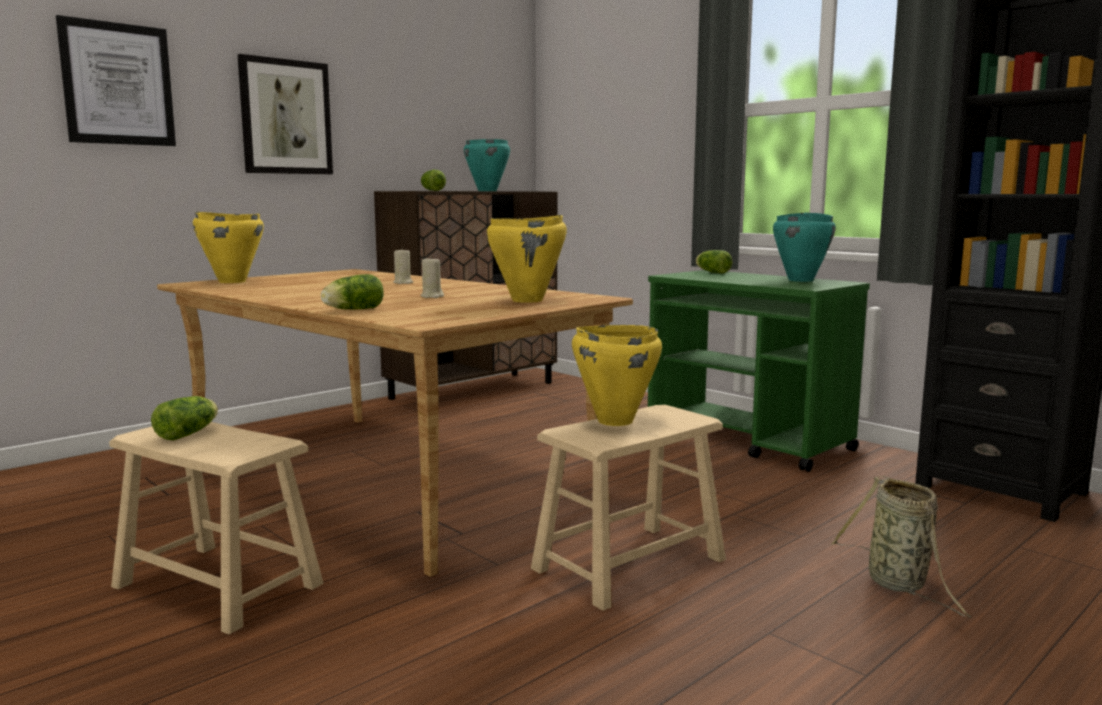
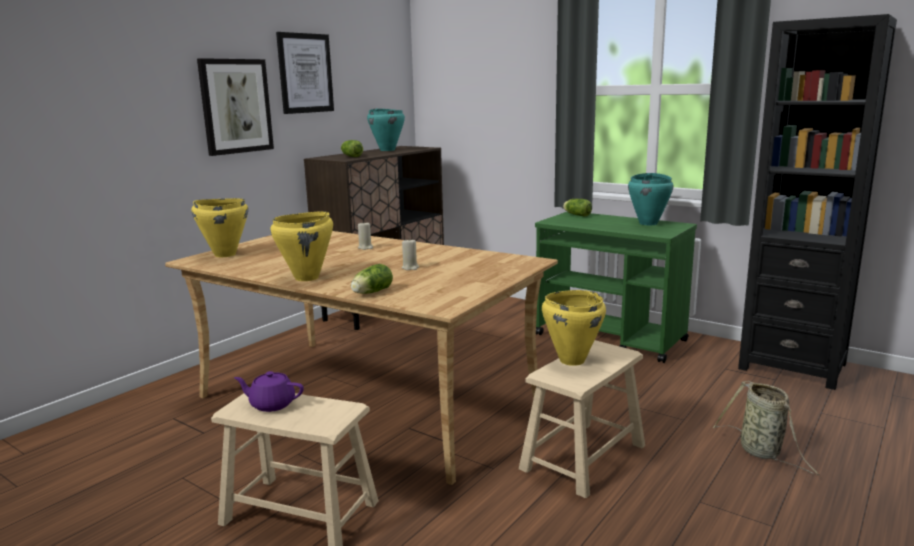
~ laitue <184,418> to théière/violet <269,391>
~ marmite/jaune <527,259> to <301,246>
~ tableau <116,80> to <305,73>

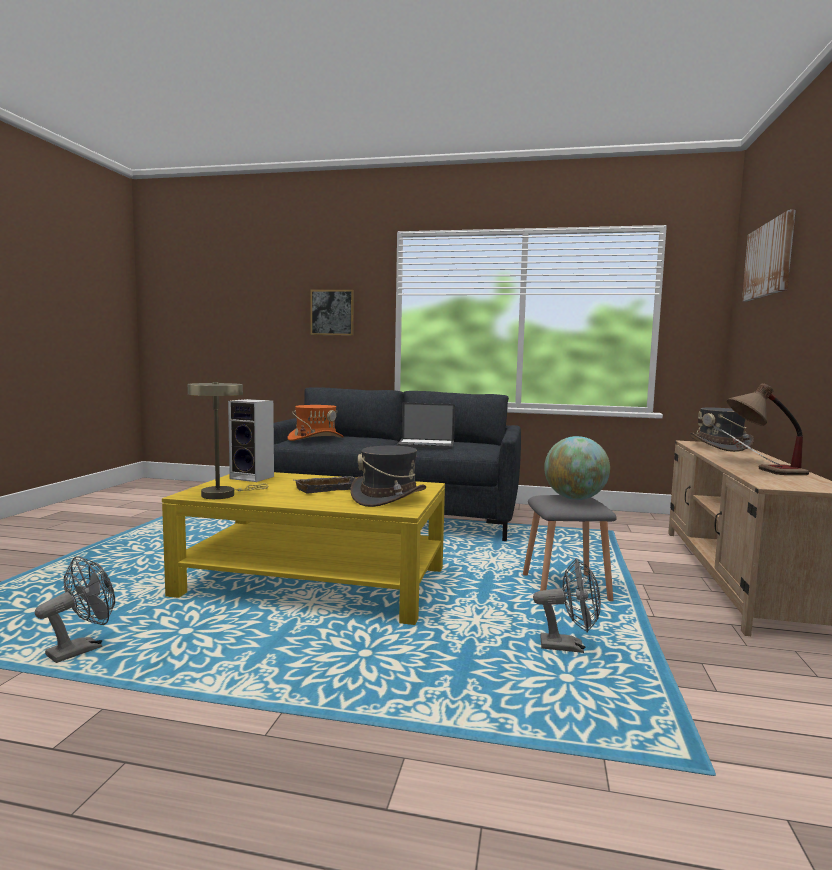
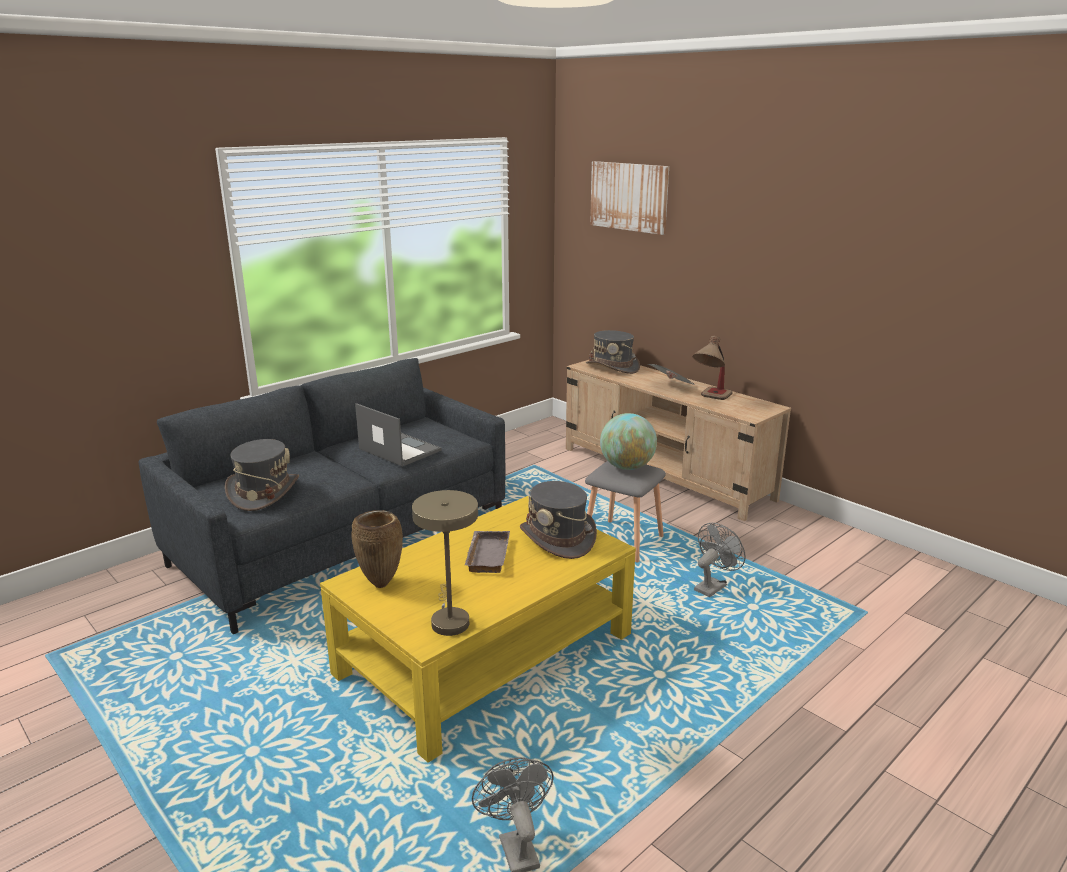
~ chapeau/orange <315,423> to chapeau/gris <262,475>
~ enceinte <251,440> to vase/marron <377,549>
~ ordinateur portable <425,425> = <398,435> 90 degrees counterclockwise
- tableau <332,313>

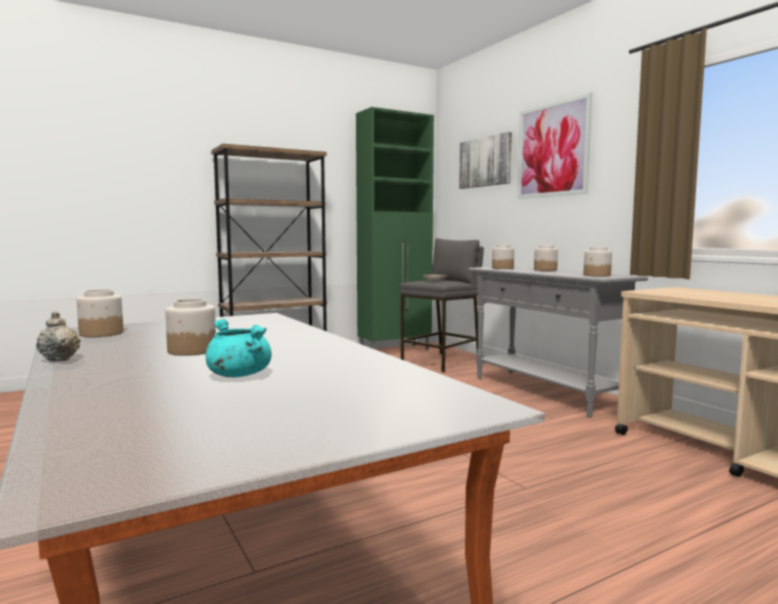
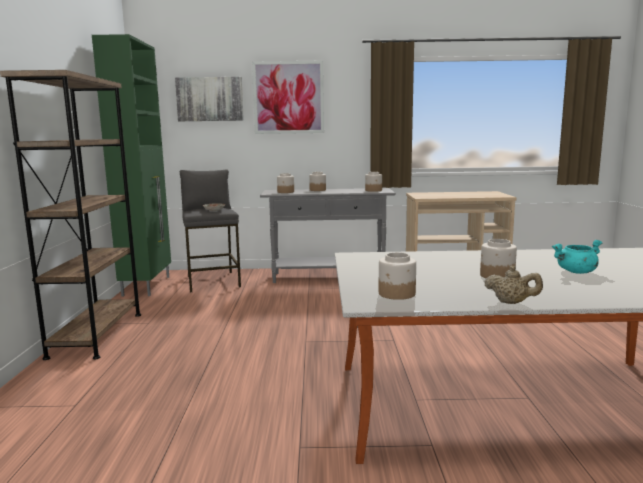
~ théière/beige <58,336> = <514,285> 150 degrees counterclockwise

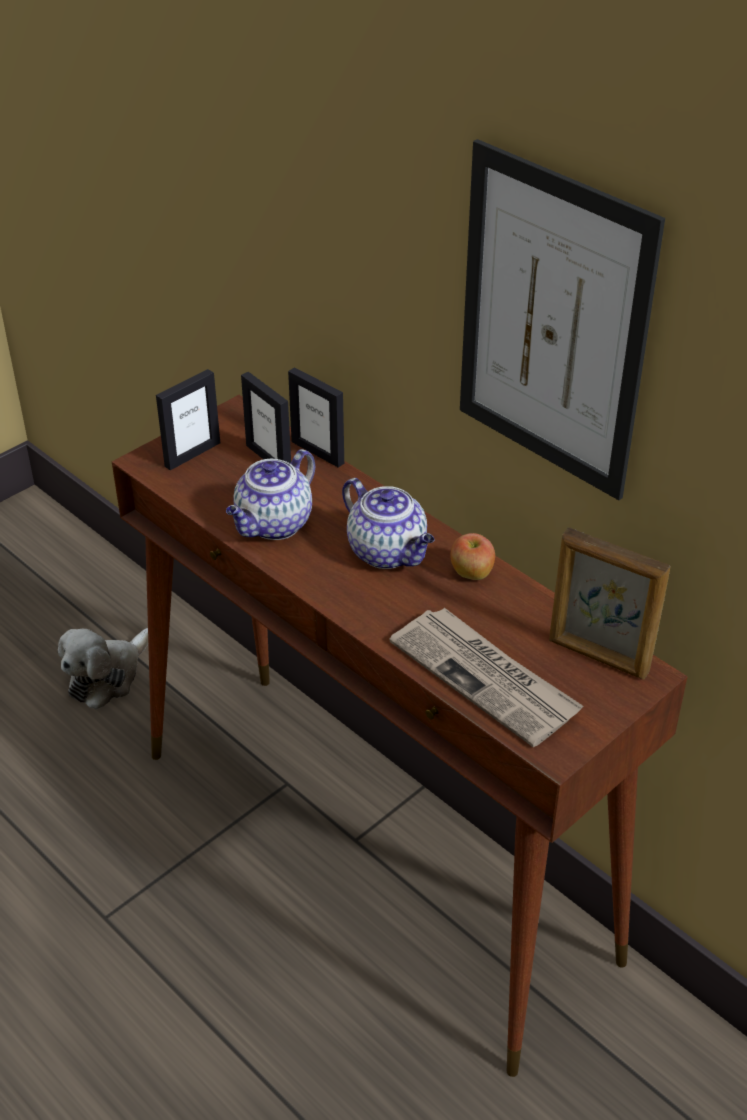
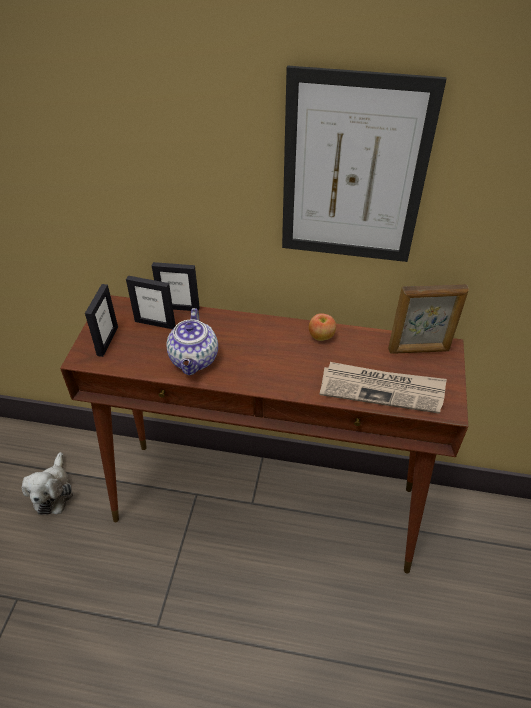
- théière <388,523>

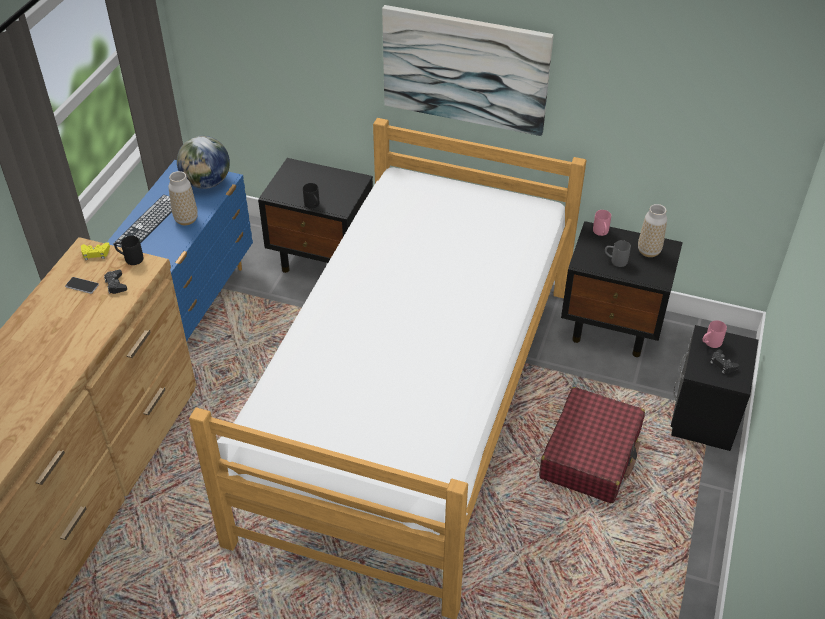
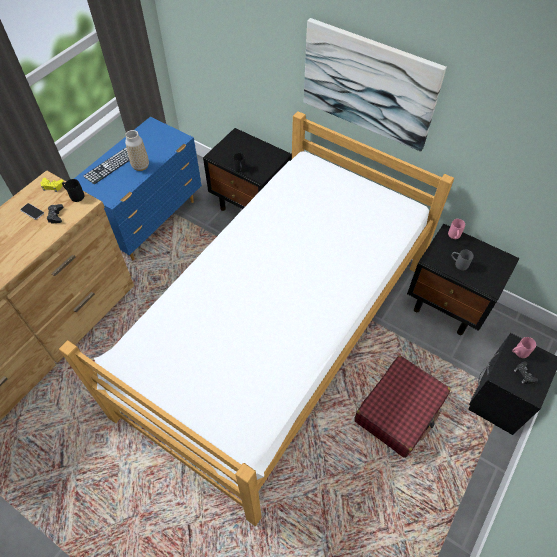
- globe <203,162>
- vase <652,230>

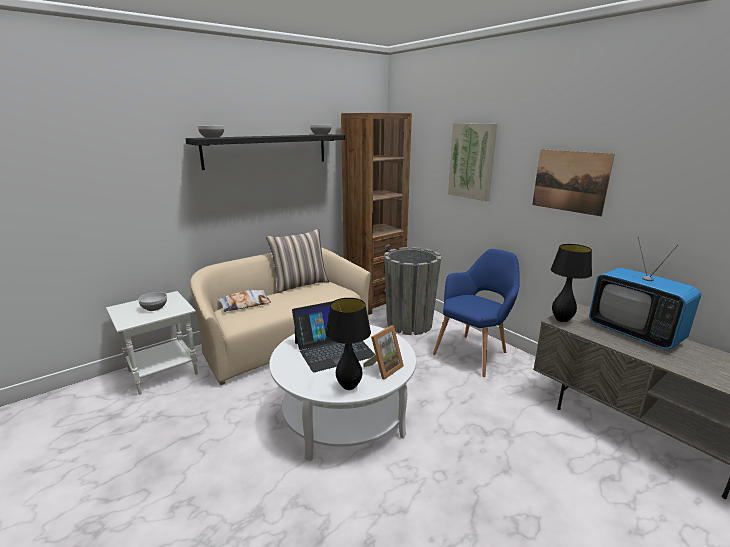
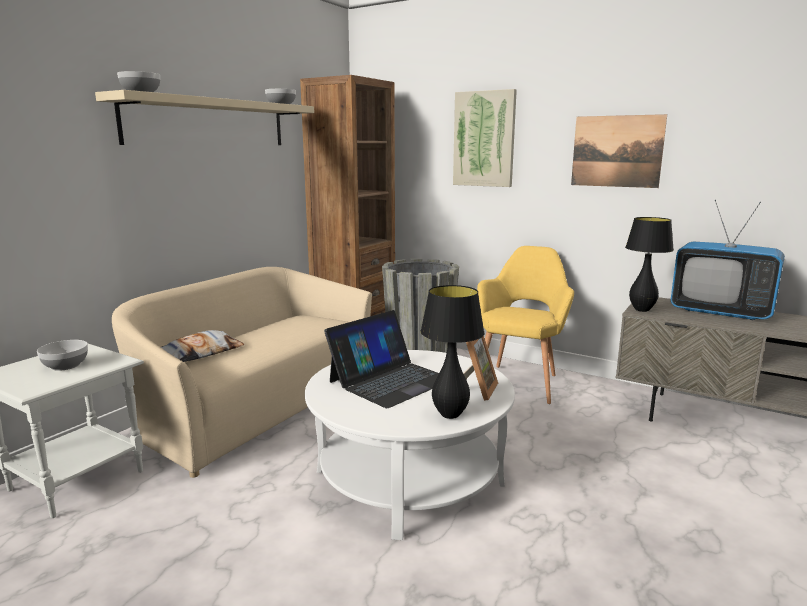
~ étagère/noir <265,152> to étagère/beige <204,117>
~ fauteuil/bleu <476,313> to fauteuil/jaune <525,325>
- coussin <297,261>

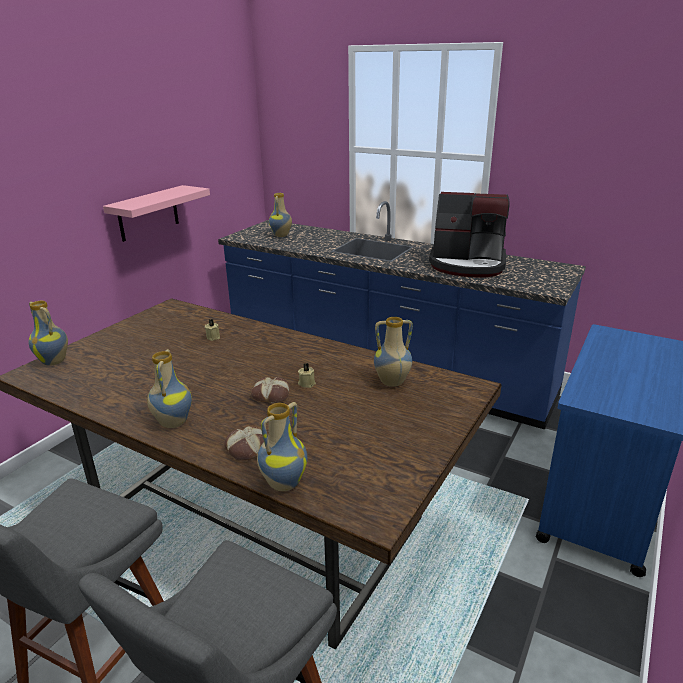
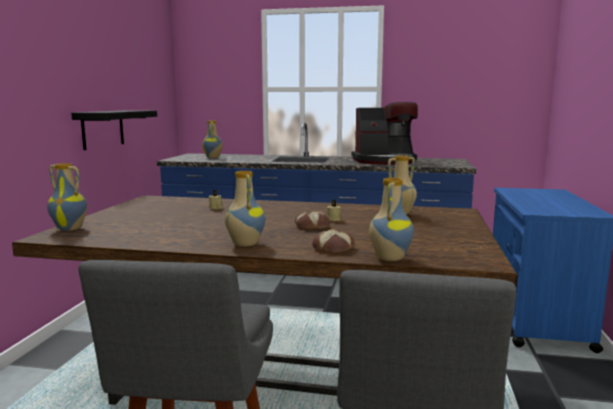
~ étagère/rose <156,213> to étagère/noir <114,130>

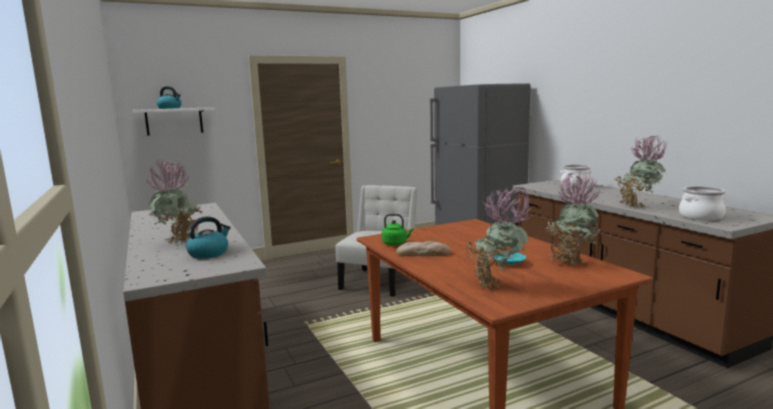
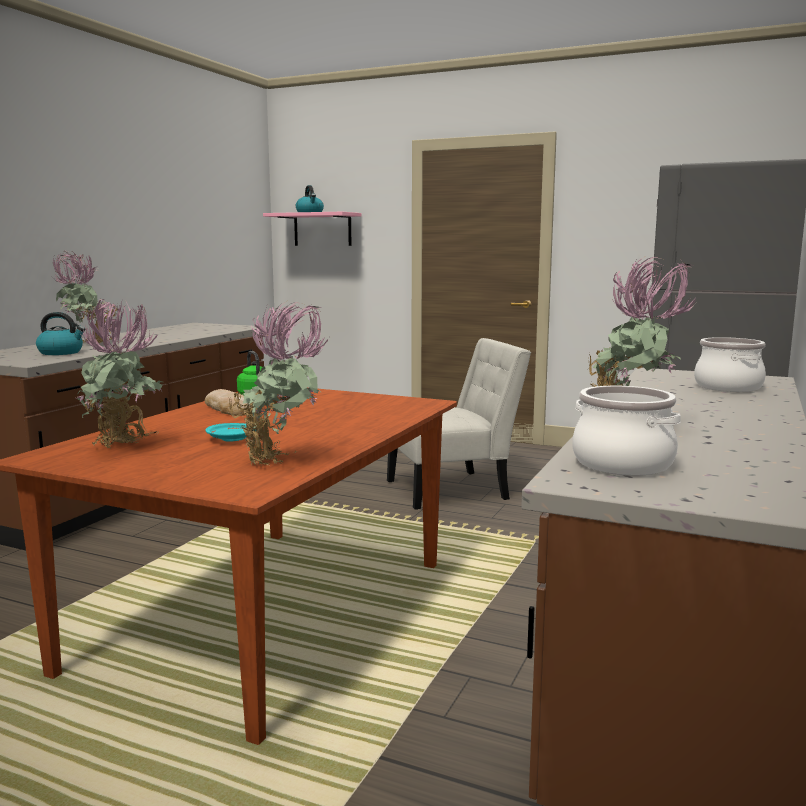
~ étagère/blanc <174,121> to étagère/rose <312,229>

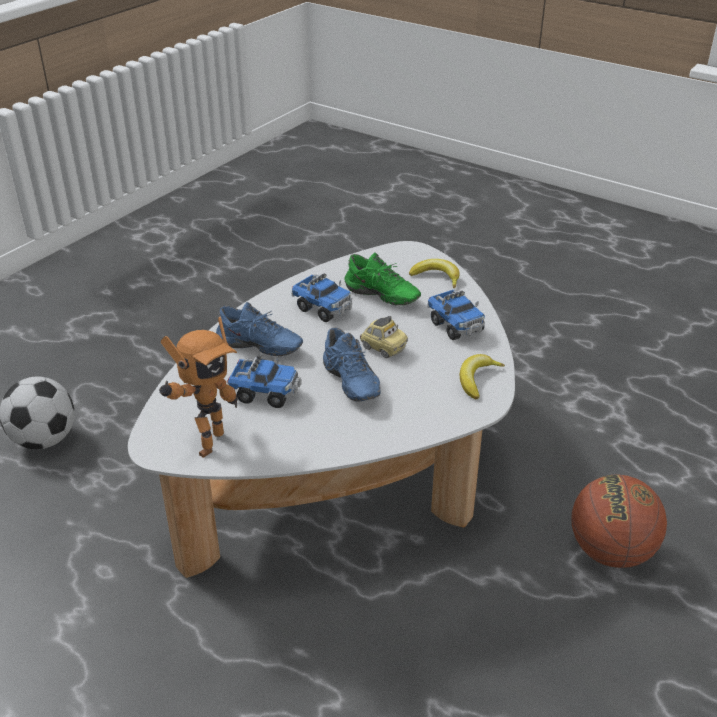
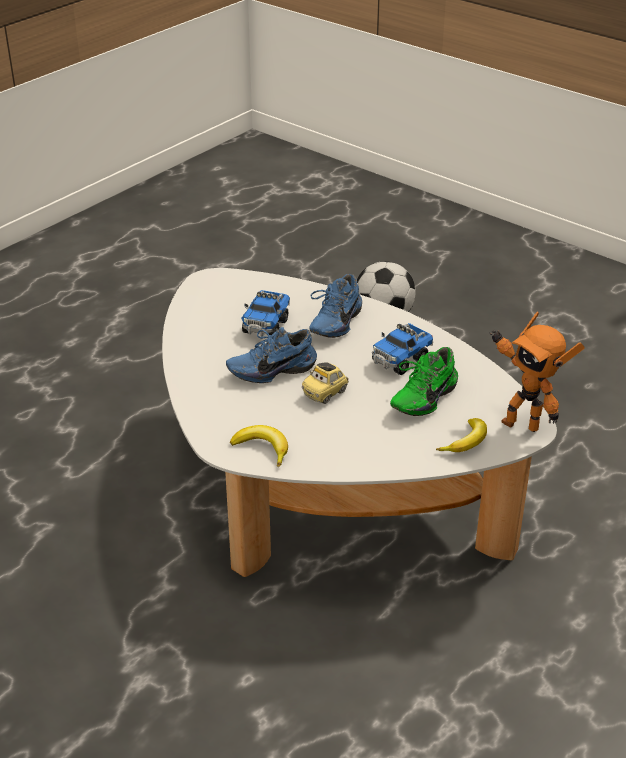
~ robot jouet <198,387> to <537,372>
- camion jouet <456,315>
- ballon de basket <619,521>

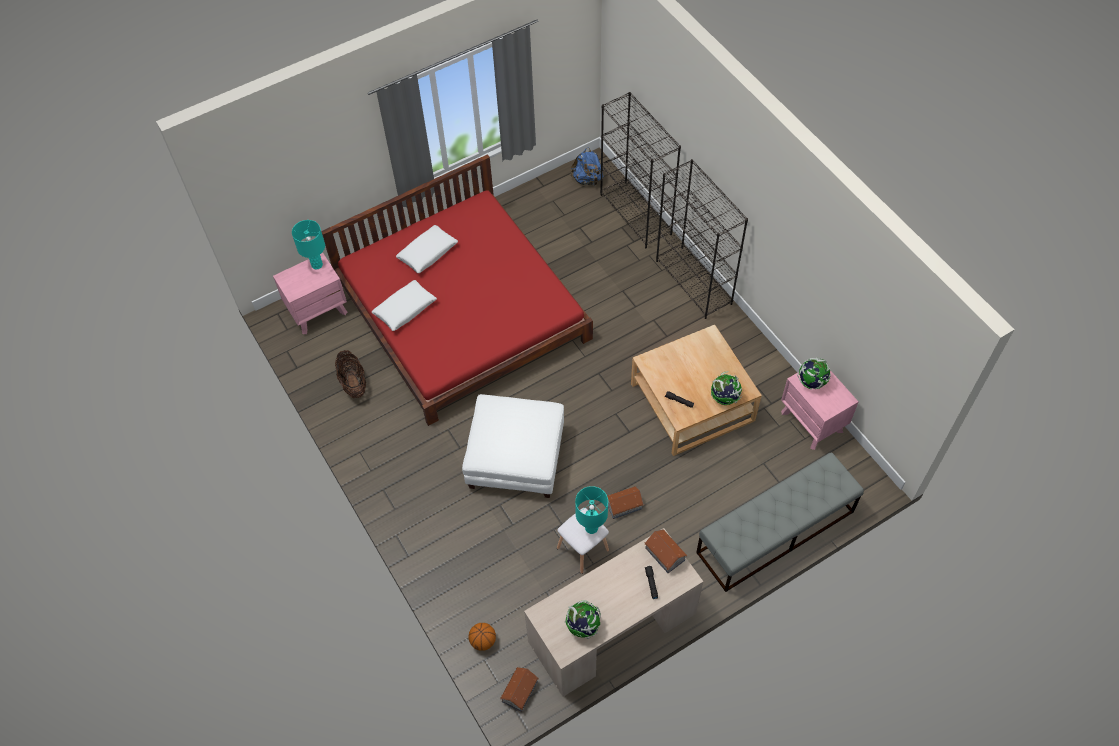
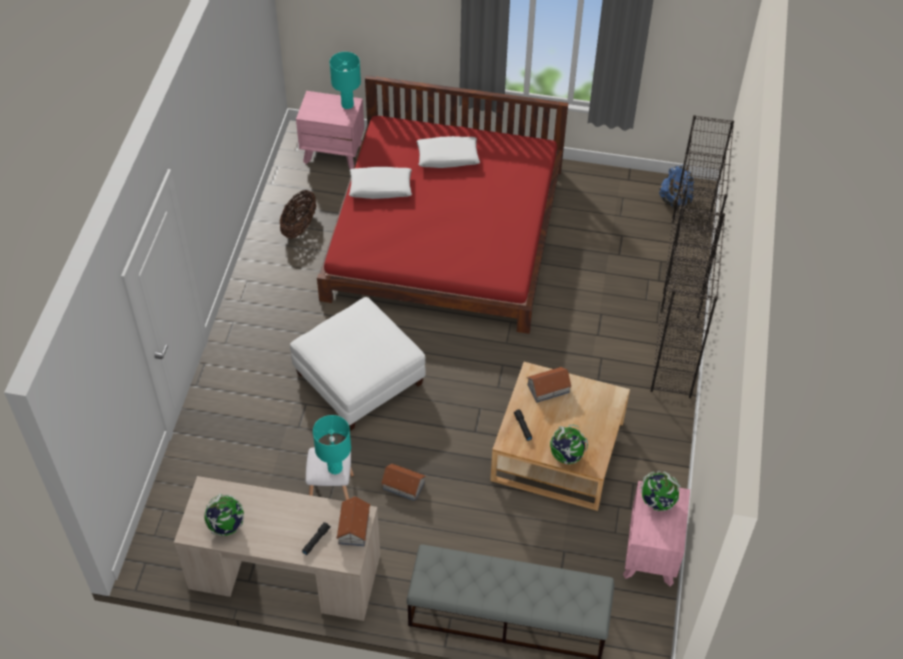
~ maison miniature <519,689> to <549,385>
- ballon de basket <482,637>

